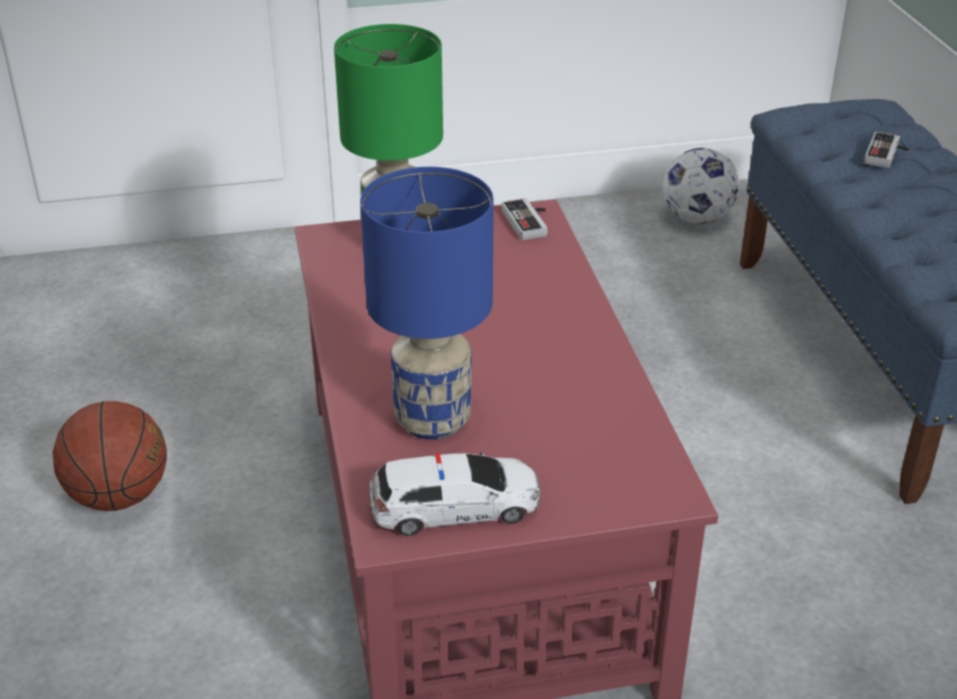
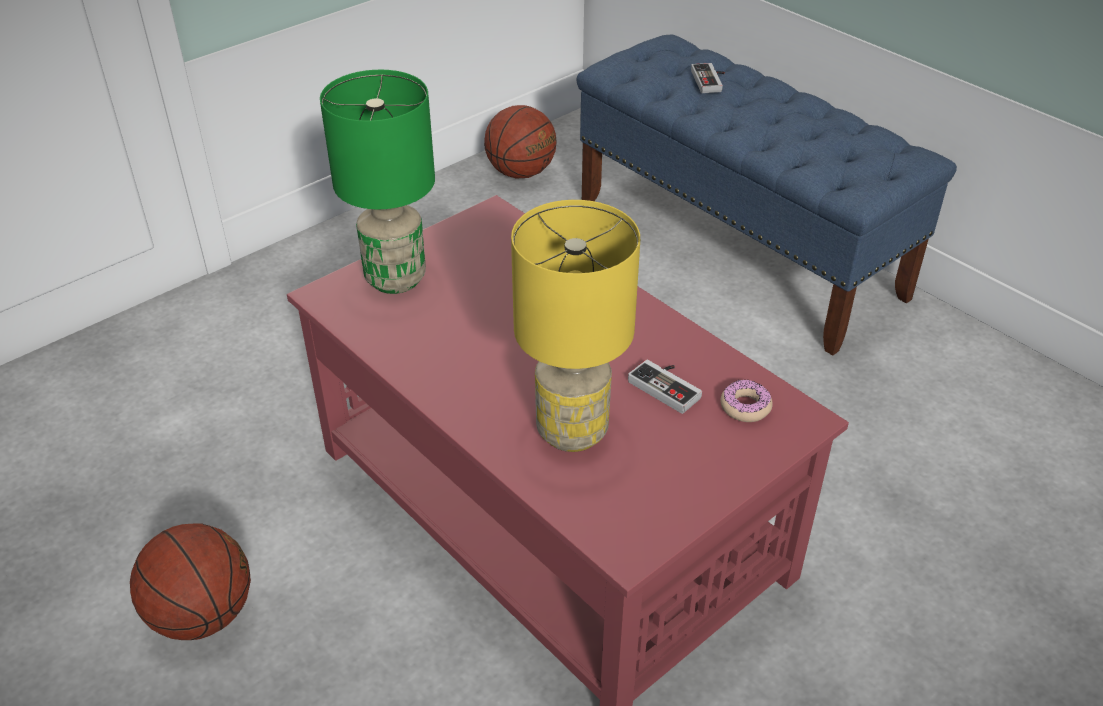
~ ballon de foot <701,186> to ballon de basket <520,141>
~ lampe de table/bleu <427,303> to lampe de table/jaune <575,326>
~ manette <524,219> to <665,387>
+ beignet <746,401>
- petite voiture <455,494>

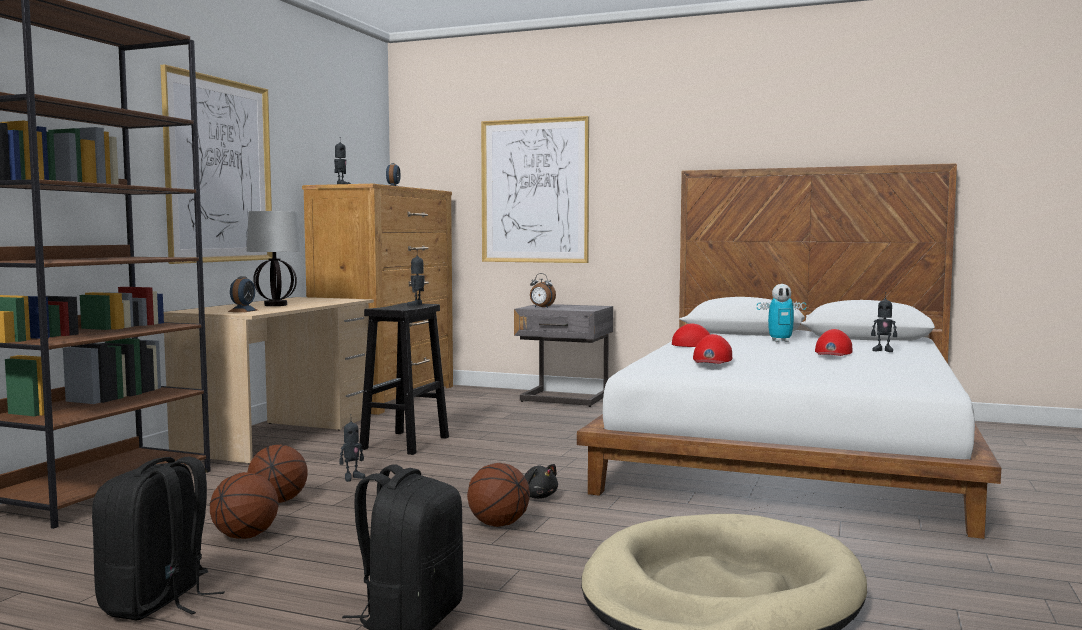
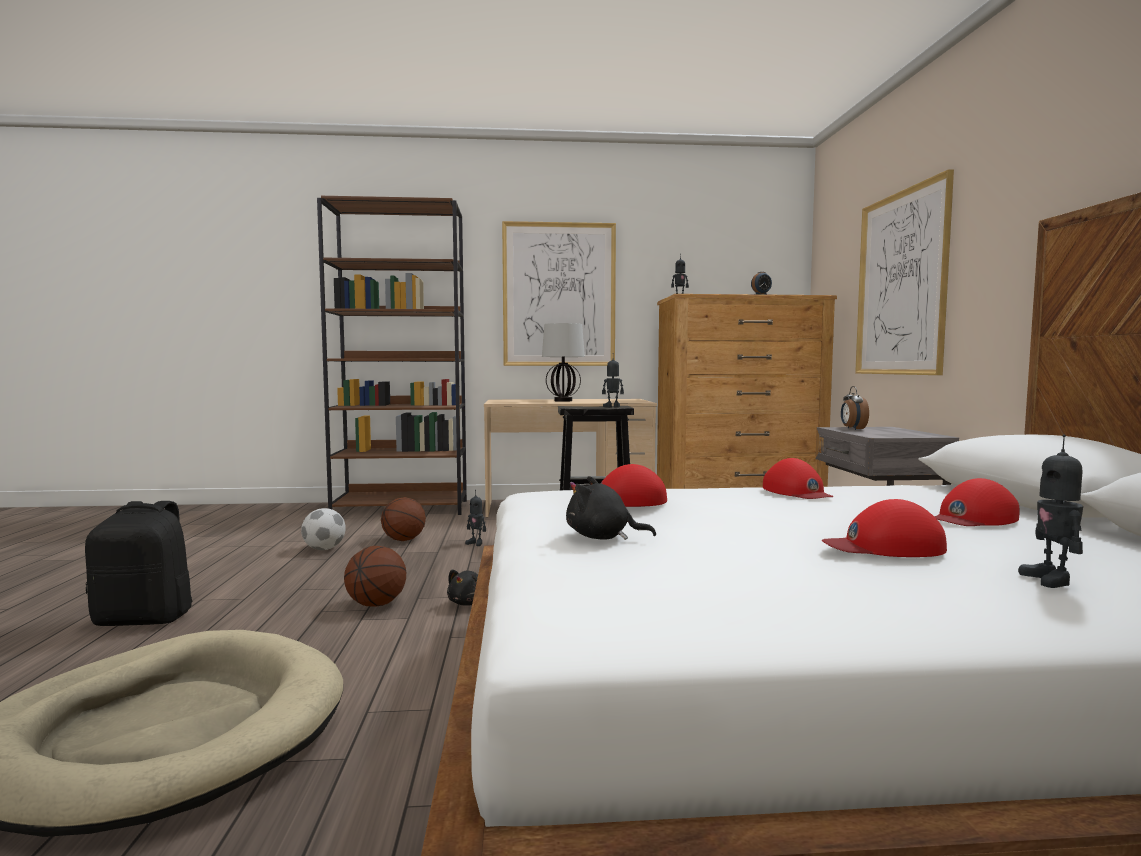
~ ballon de basket <244,505> to ballon de foot <323,529>
+ peluche/noir <611,508>
~ robot jouet <781,313> to casquette/rouge <977,502>
- sac à dos/noir <158,538>
- réveil <243,294>

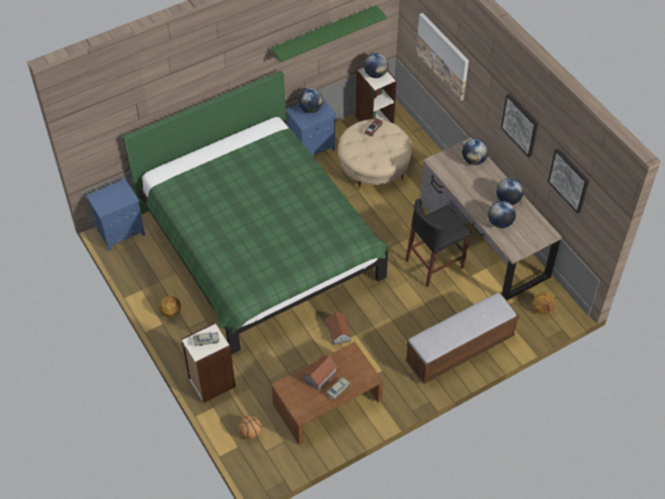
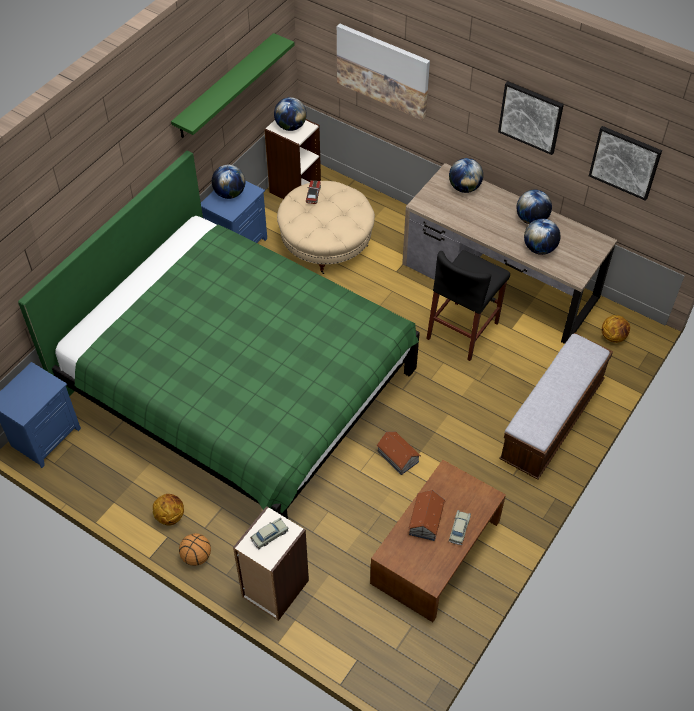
~ ballon de basket <250,427> to <195,549>

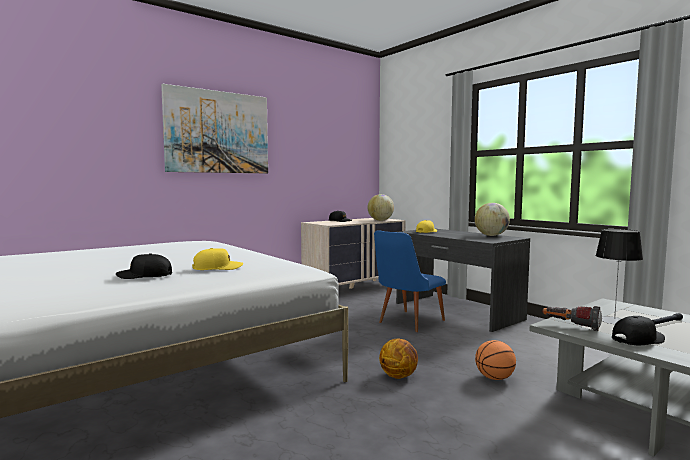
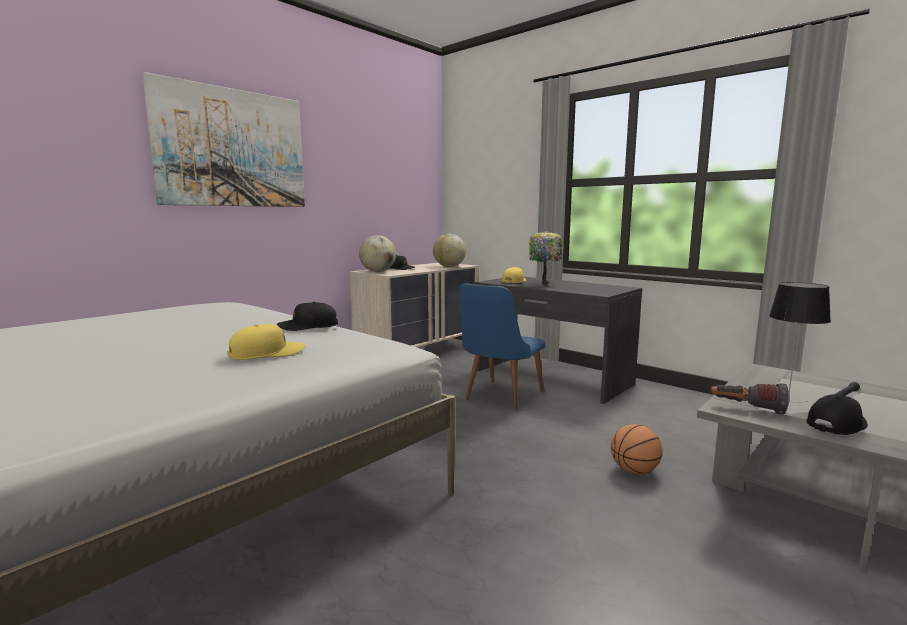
~ casquette/noir <144,266> to <307,316>
~ globe <492,219> to <377,253>
+ lampe de table <545,258>
- ballon de basket <398,359>

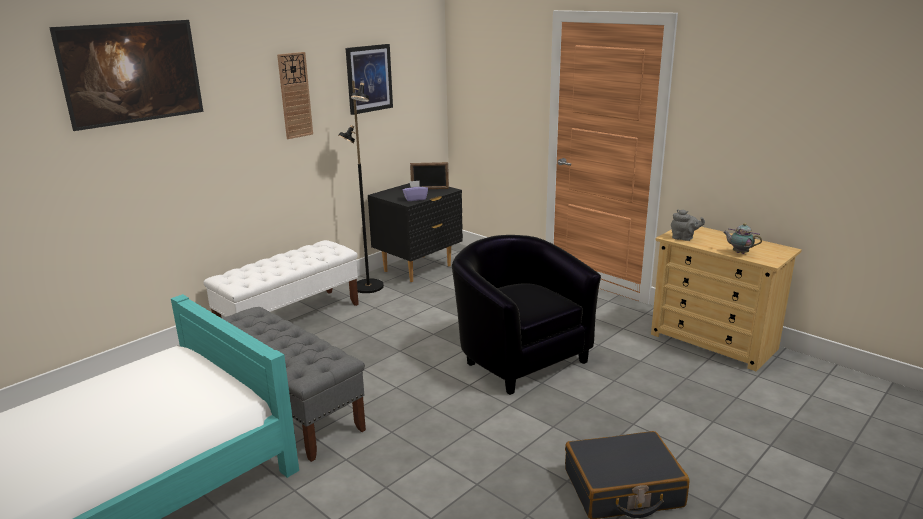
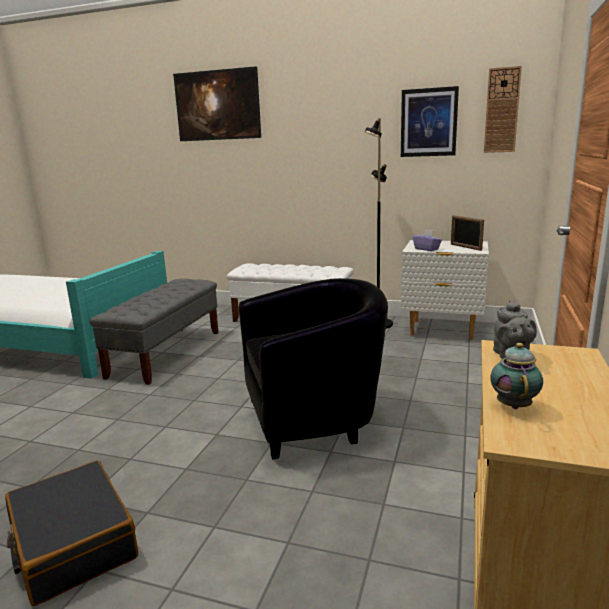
~ fauteuil/noir <526,315> = <313,369> 45 degrees clockwise
~ table de chevet/noir <415,232> to table de chevet/blanc <445,290>
~ horloge murale <295,95> to <503,109>

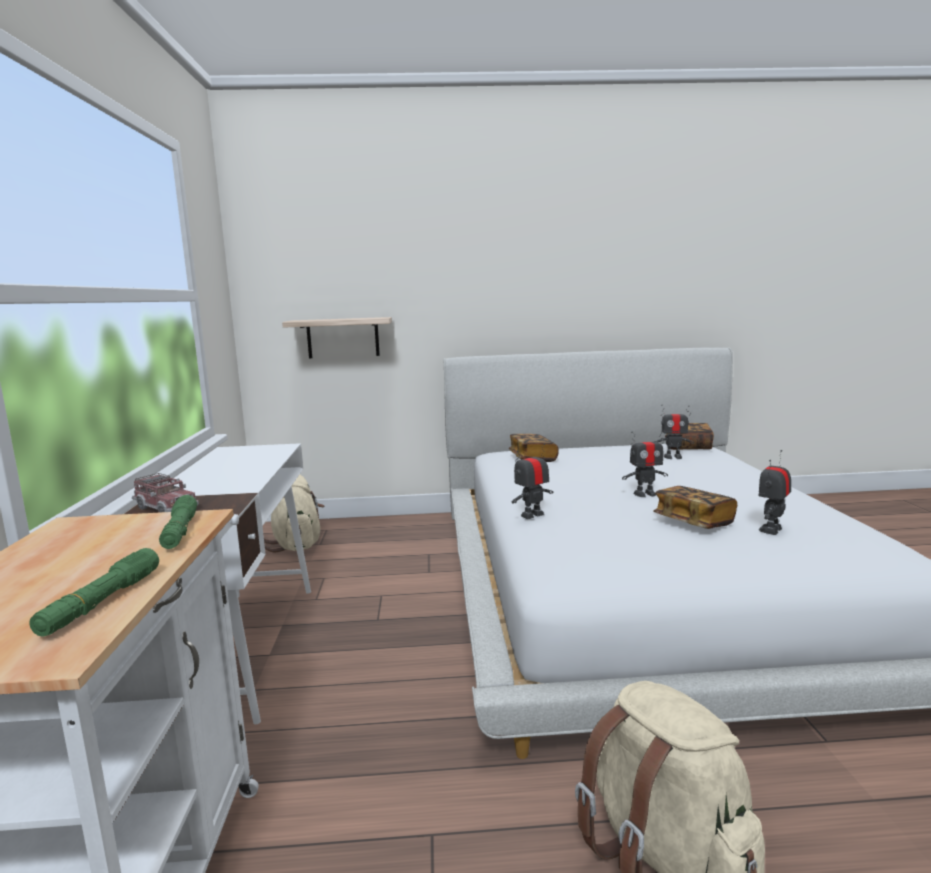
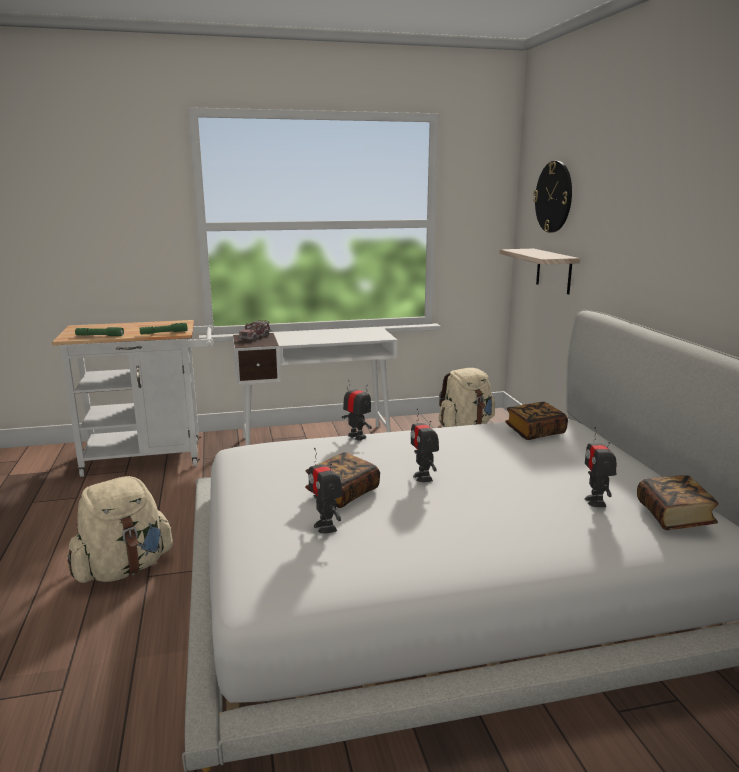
~ robot jouet <775,492> = <326,491> 150 degrees counterclockwise
+ horloge murale <552,197>

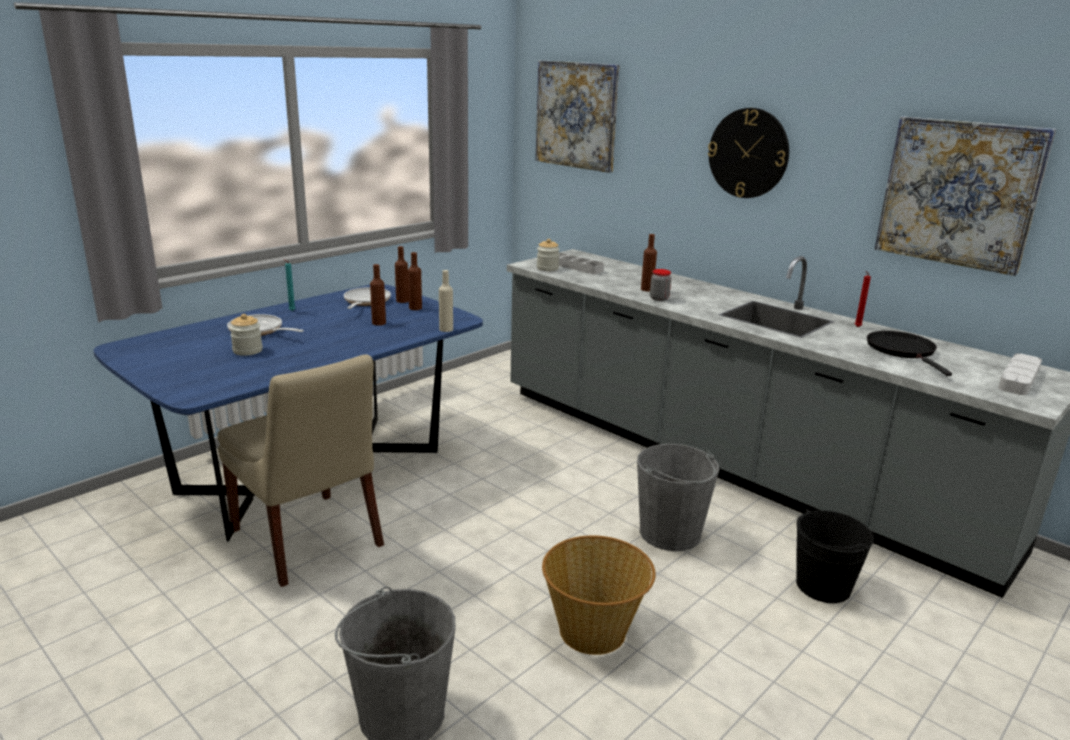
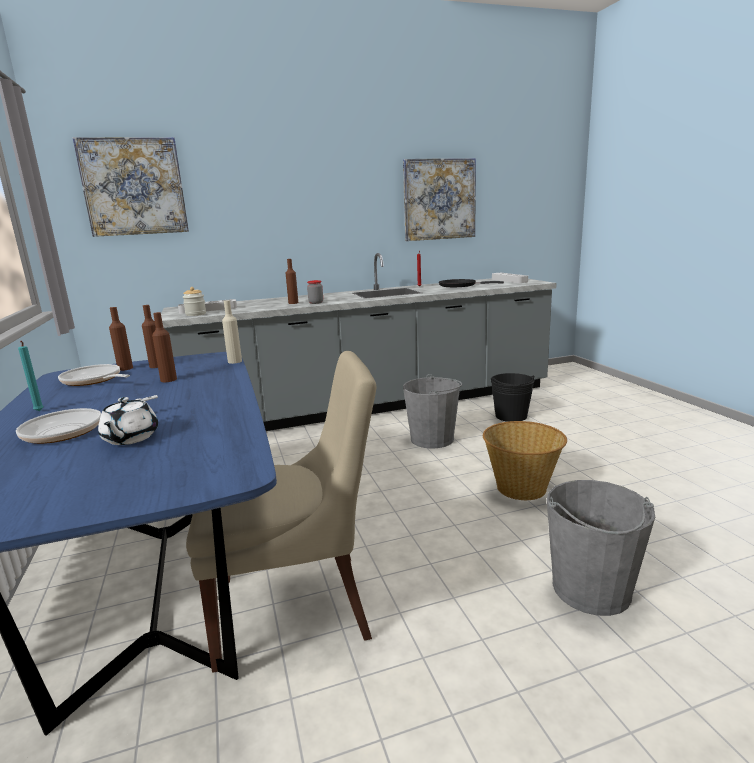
~ bocal <246,335> to théière/blanc <128,421>
- horloge murale <748,153>

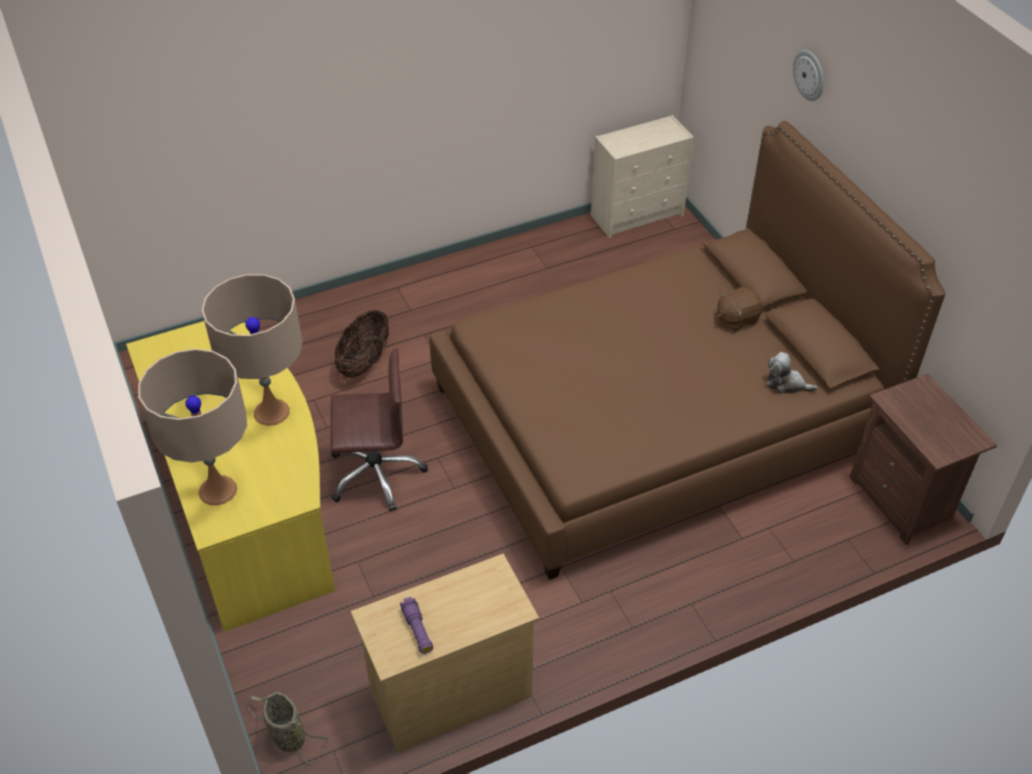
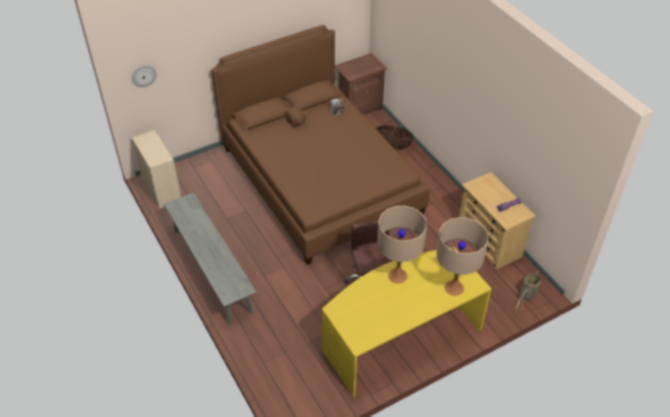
~ horloge murale <808,75> to <144,76>
+ banc/gris <210,258>
~ panier <362,344> to <395,137>

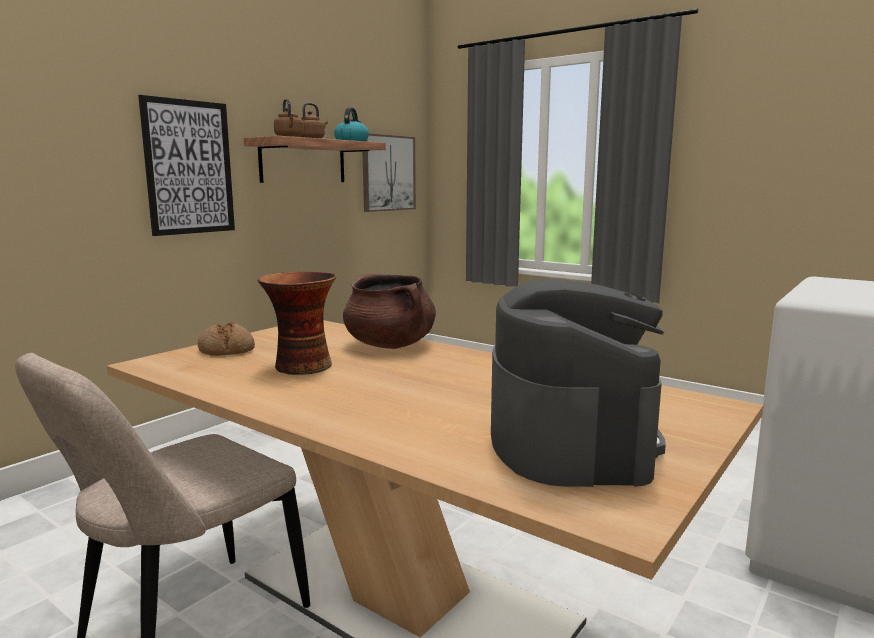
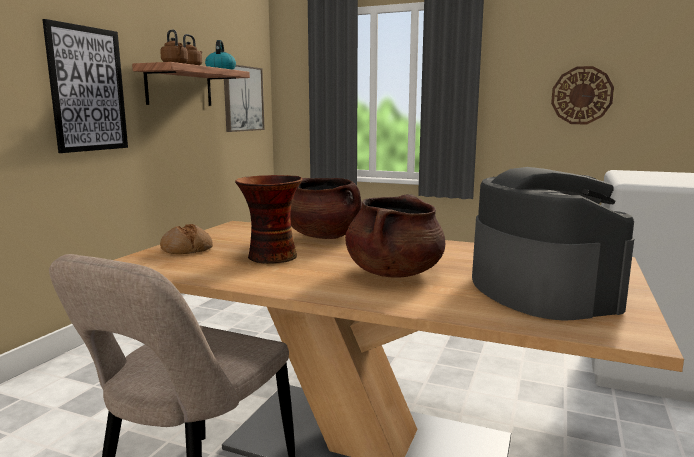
+ marmite/marron <395,236>
+ horloge murale <582,95>

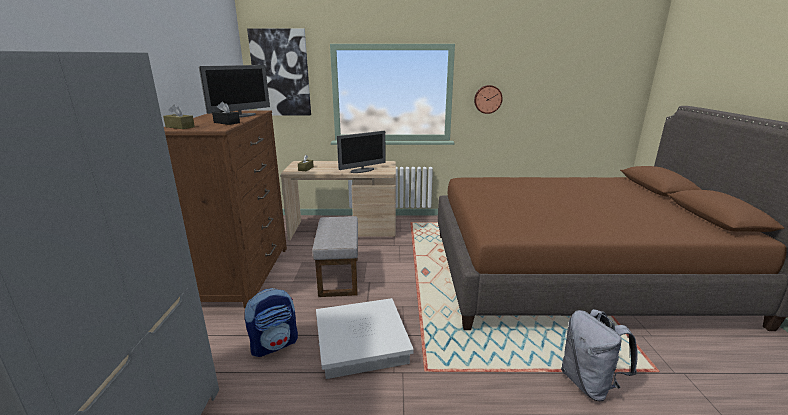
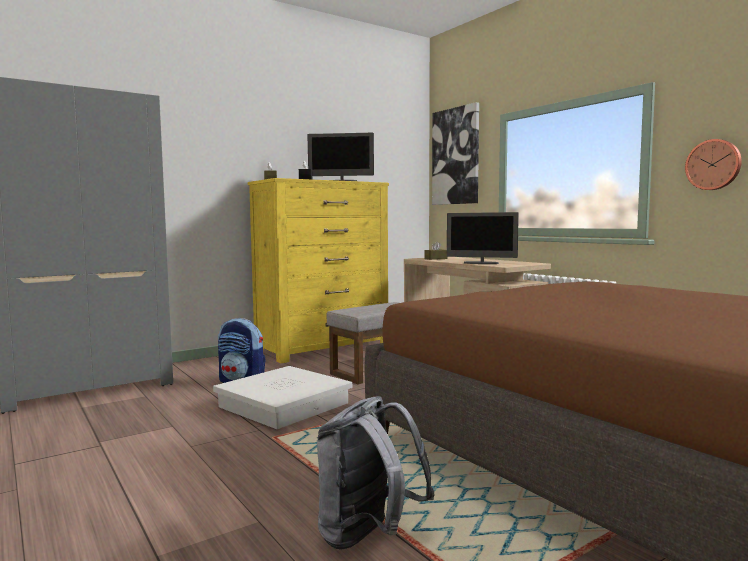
~ commode/marron <225,209> to commode/jaune <318,270>

